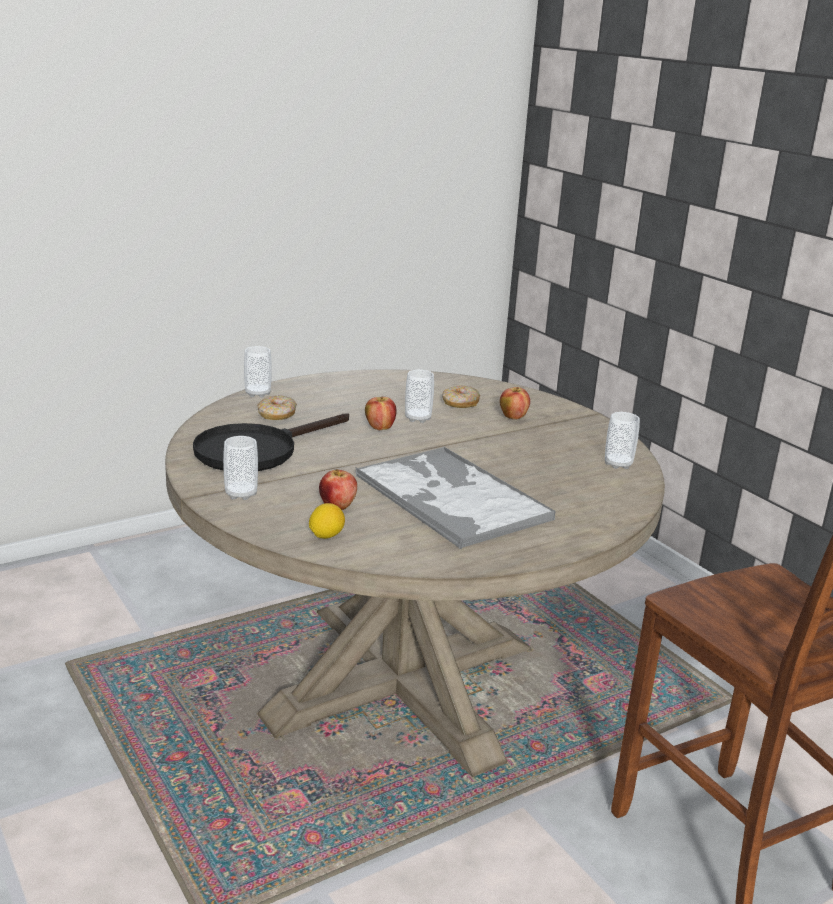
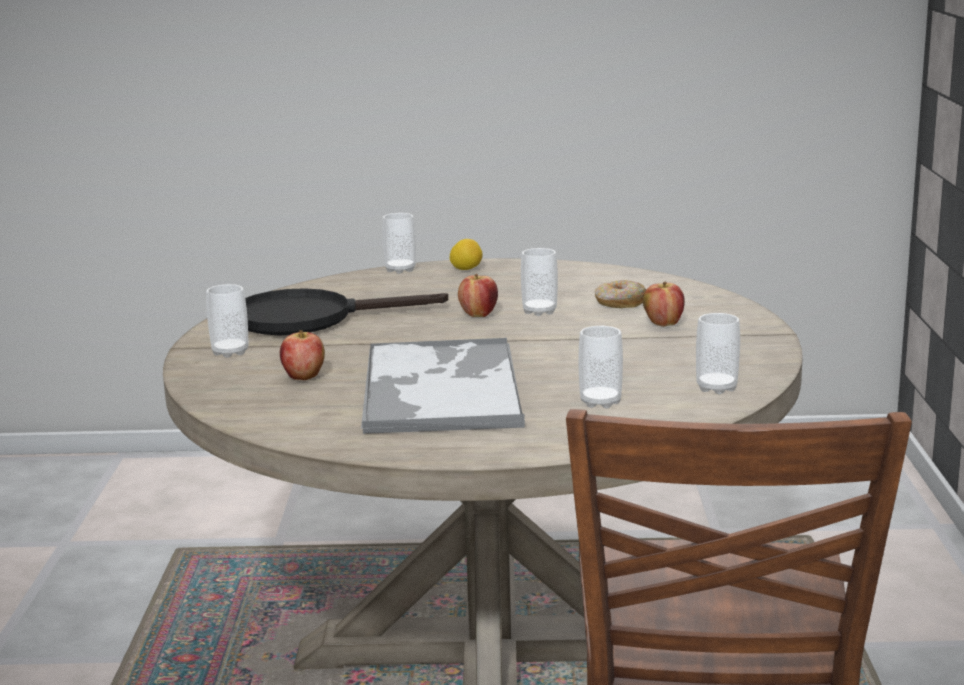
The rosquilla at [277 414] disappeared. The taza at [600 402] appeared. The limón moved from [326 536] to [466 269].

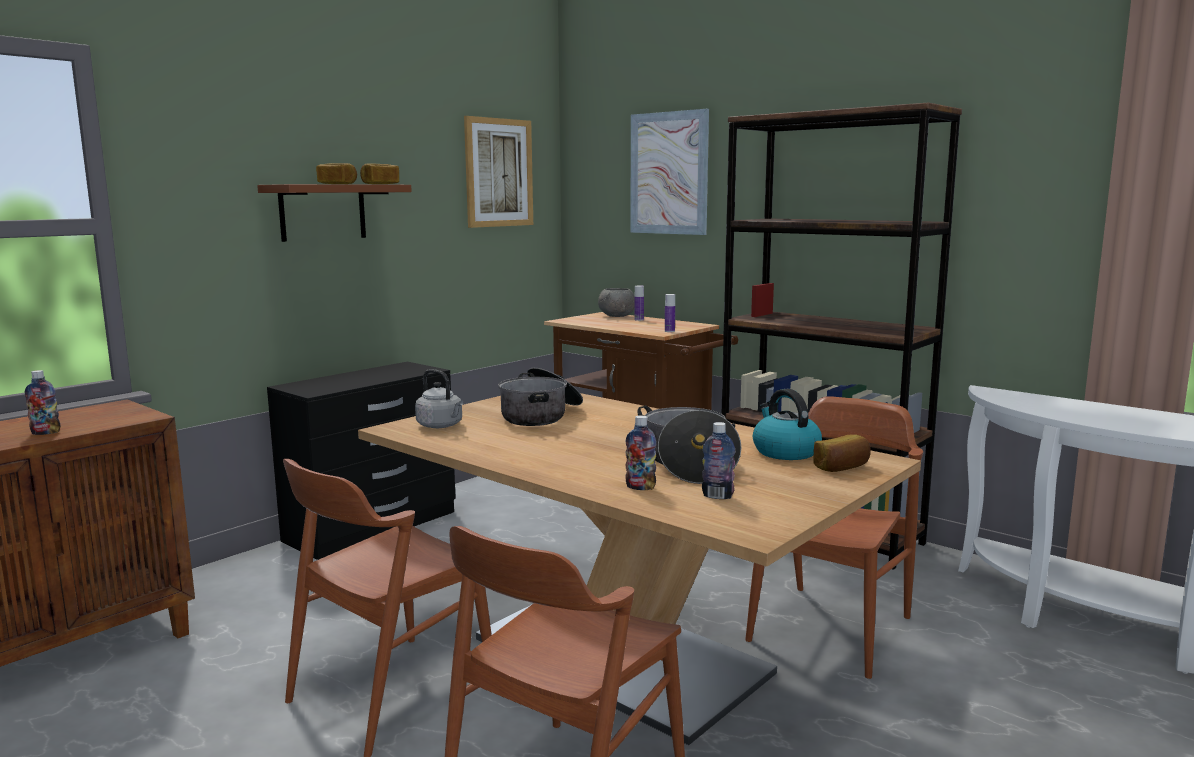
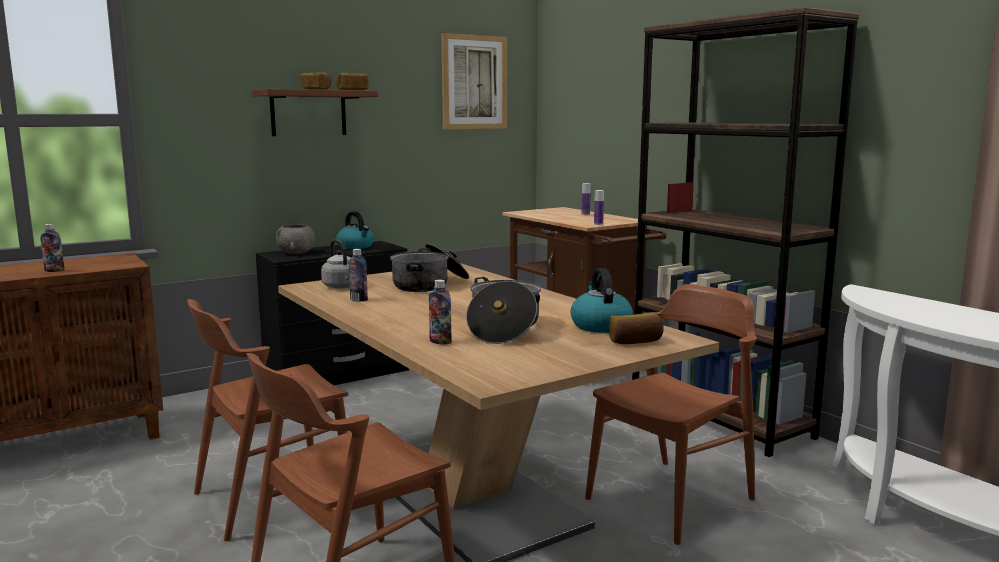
The cuadro at [669 173] disappeared. The hervidor at [356 246] appeared. The cuenco [gris] moved from [617 316] to [296 253]. The botella moved from [717 496] to [359 300].

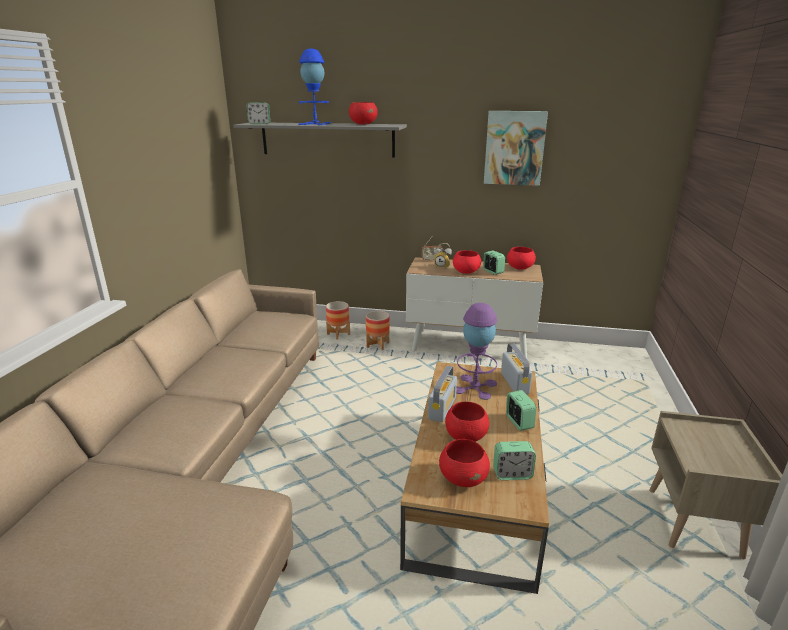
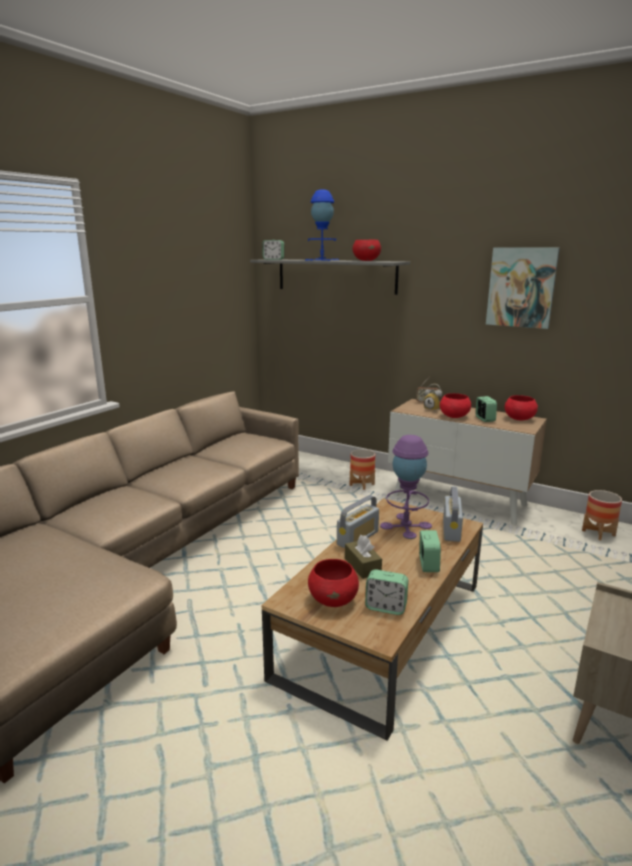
The maceta moved from [338 334] to [598 533]. The cuenco [rojo] at [465 436] was replaced by the caja de pañuelos [marrón] at [362 566].

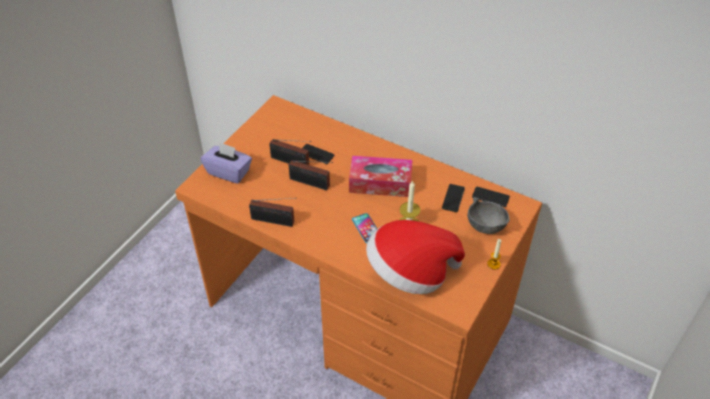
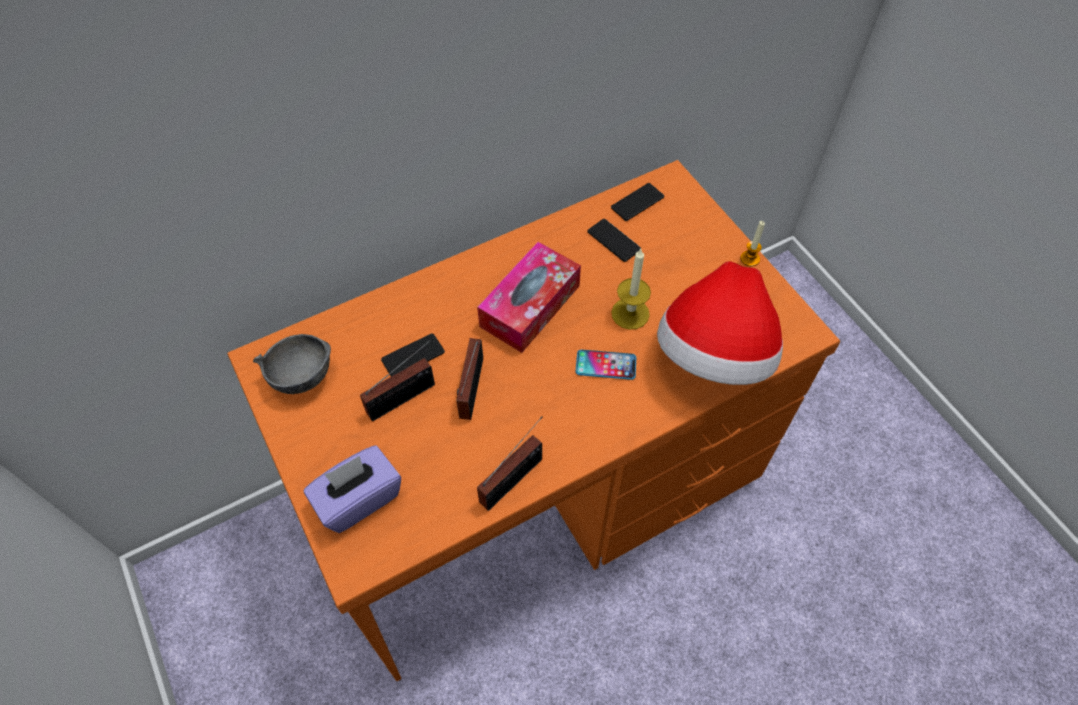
The cuenco [gris] moved from [486 226] to [301 375]. The radio at [311 183] turned 135 degrees clockwise.

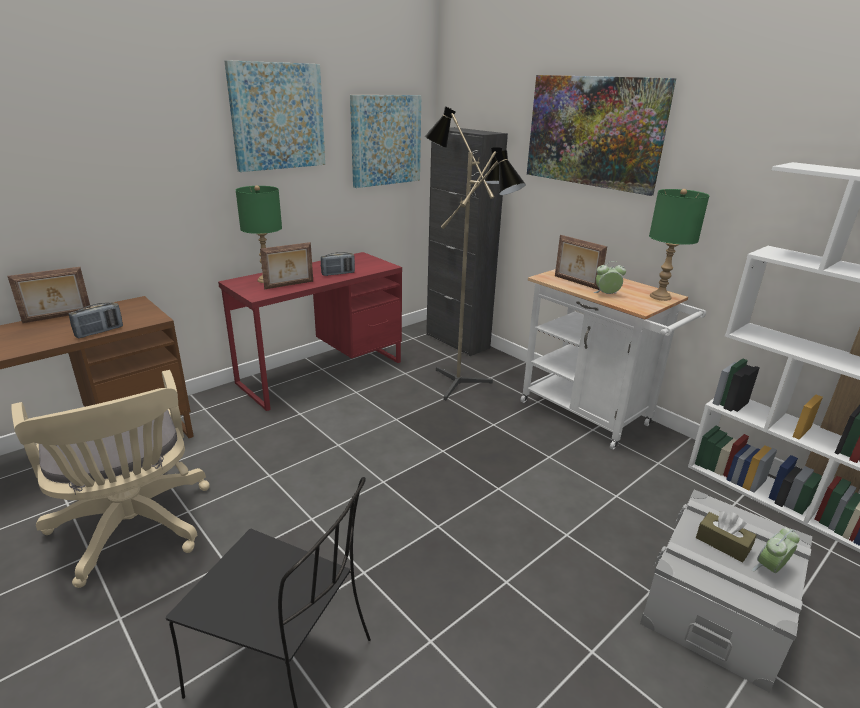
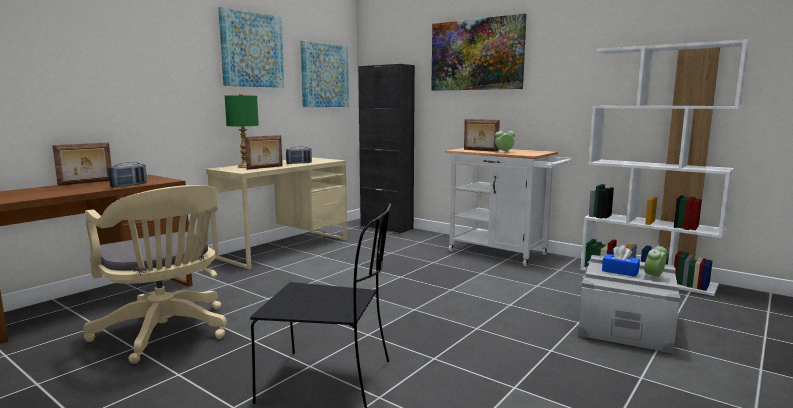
The lámpara de pie at [462 381] disappeared. The lámpara de mesa [verde] at [660 296] disappeared. The escritorio [rojo] at [322 372] became the escritorio [beis] at [285 248]. The caja de pañuelos [marrón] at [722 543] became the caja de pañuelos [azul] at [620 271].

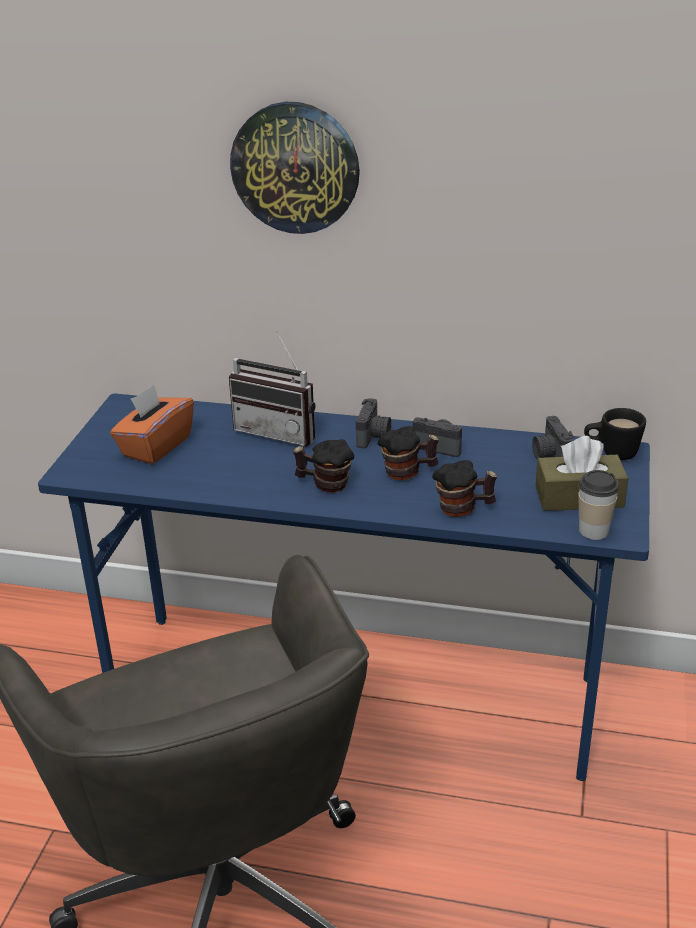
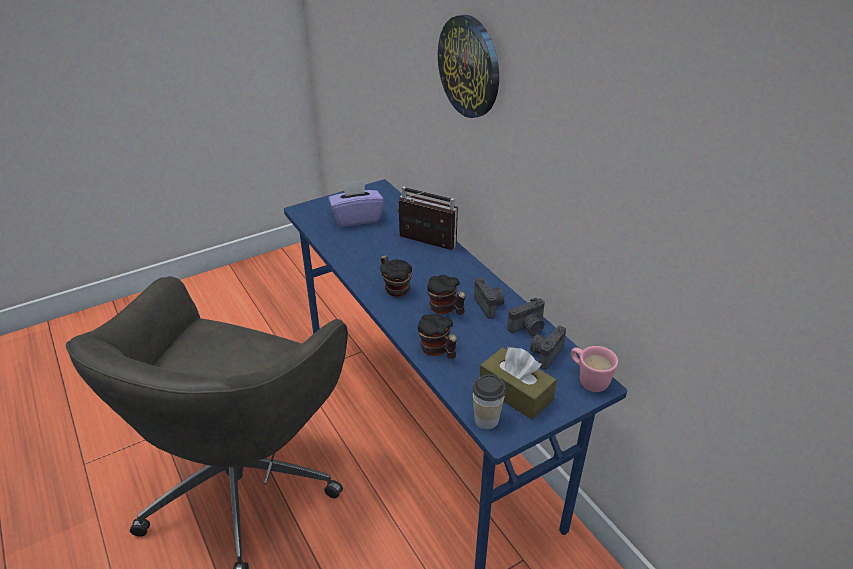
The cámara moved from [374 436] to [528 328]. The caja de pañuelos [naranja] at [155 446] became the caja de pañuelos [morado] at [356 218]. The taza grande [negro] at [611 453] became the taza grande [rosa] at [588 379]. The radio at [280 431] turned 135 degrees clockwise.

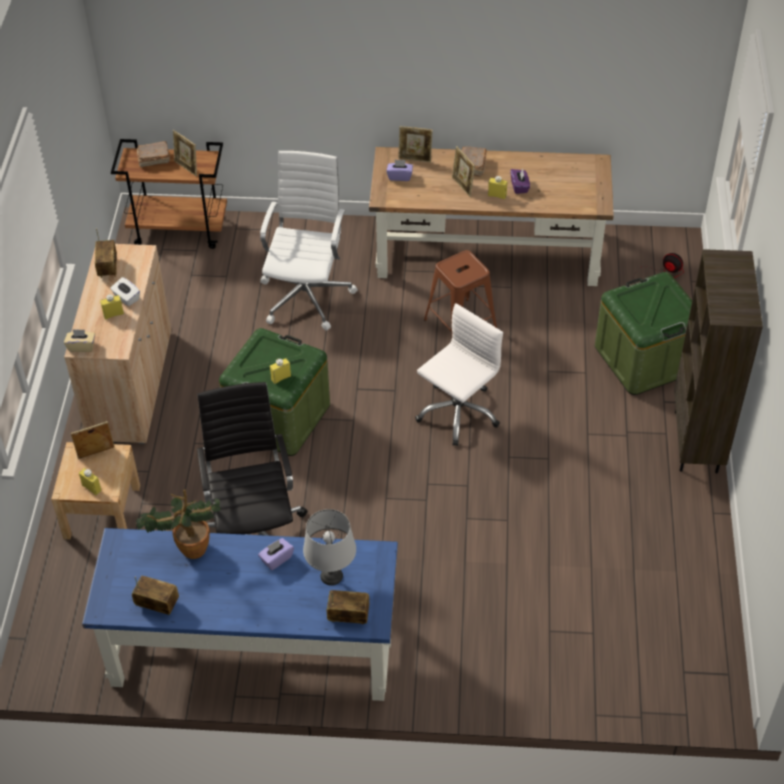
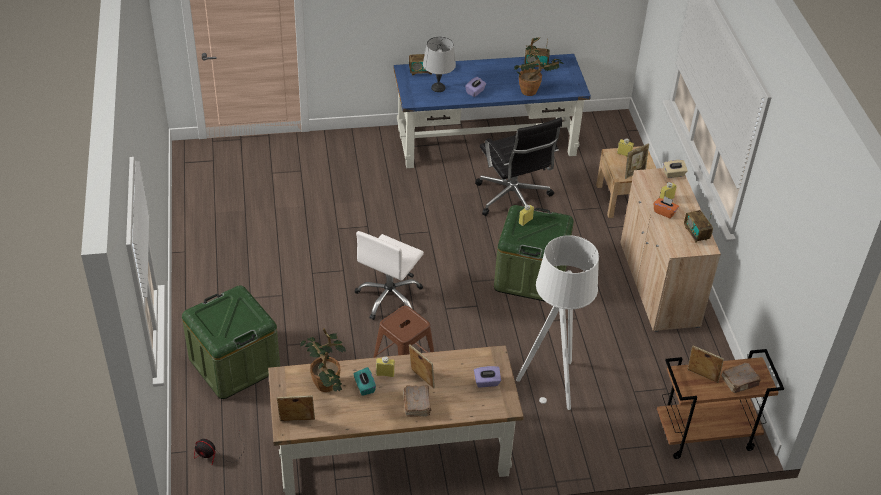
The estantería [marrón] at [697 442] disappeared. The planta en maceta at [326 388] appeared. The portarretratos moved from [415 159] to [297 421]. The silla de oficina [blanco] at [307 294] was replaced by the lámpara de pie [blanco] at [551 383]. The caja de pañuelos [blanco] at [126 298] became the caja de pañuelos [naranja] at [664 212]. The caja de pañuelos [morado] at [519 187] became the caja de pañuelos [turquesa] at [364 387].

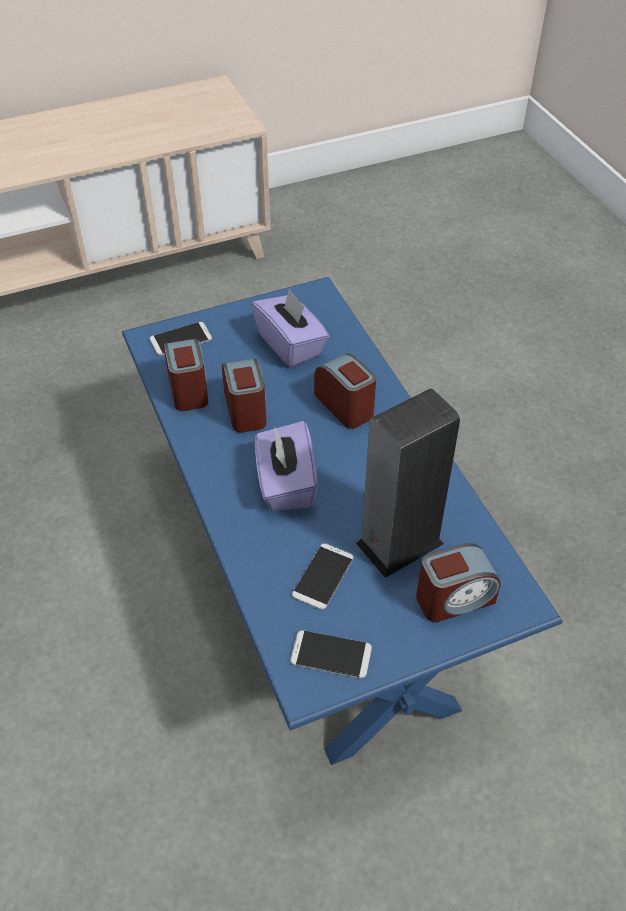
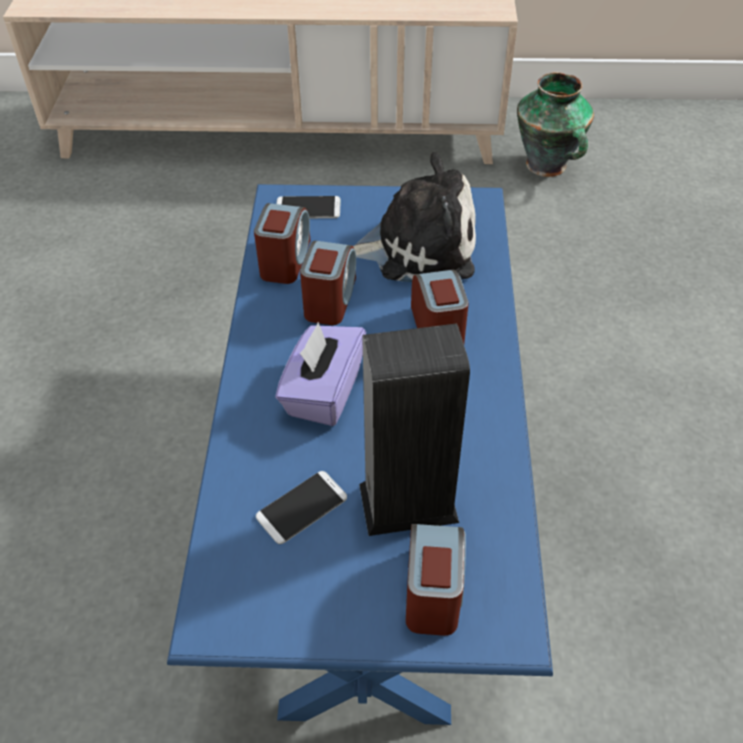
The móvil at [331 655] disappeared. The florero at [547 166] appeared. The caja de pañuelos [morado] at [291 345] was replaced by the peluche at [417 247]. The despertador at [454 598] turned 90 degrees counterclockwise.

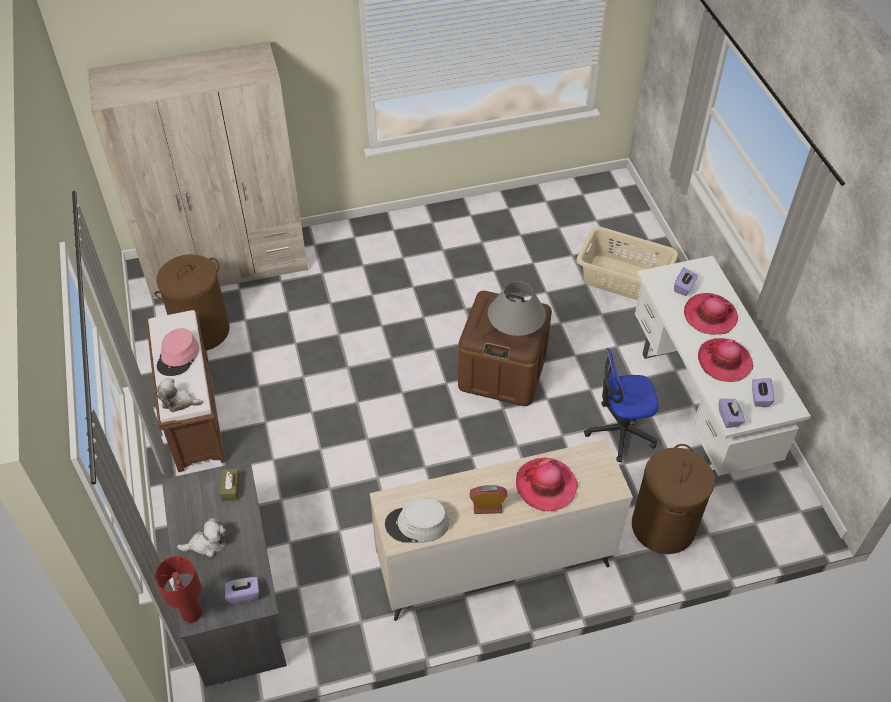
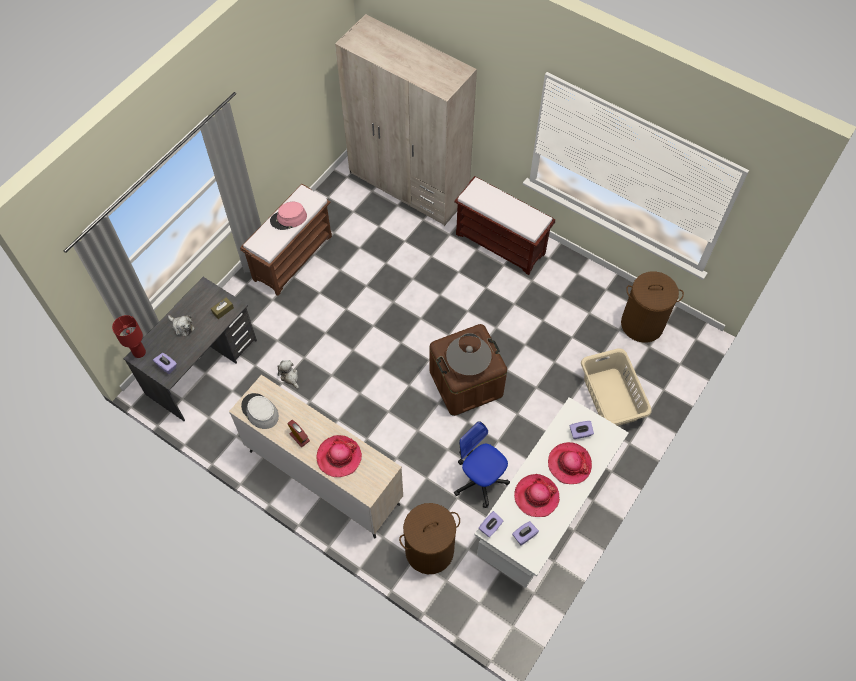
The banco [marrón] at [501 244] appeared. The cesto de la ropa [marrón] moved from [202 331] to [642 324]. The peluche moved from [179 402] to [290 377].

